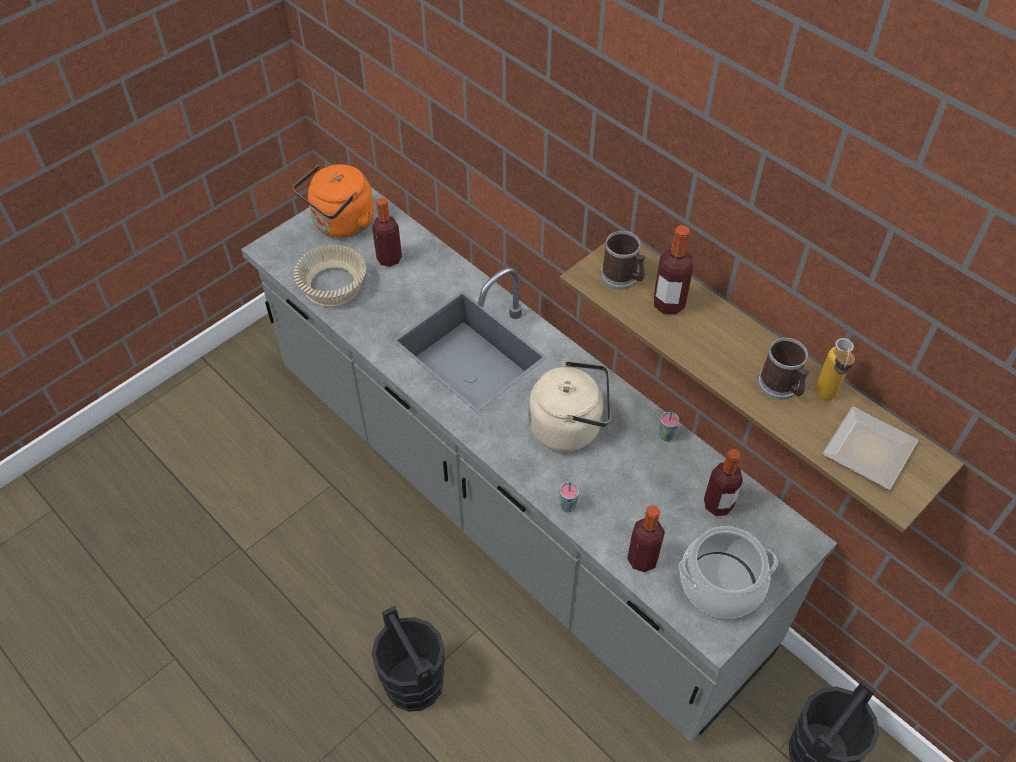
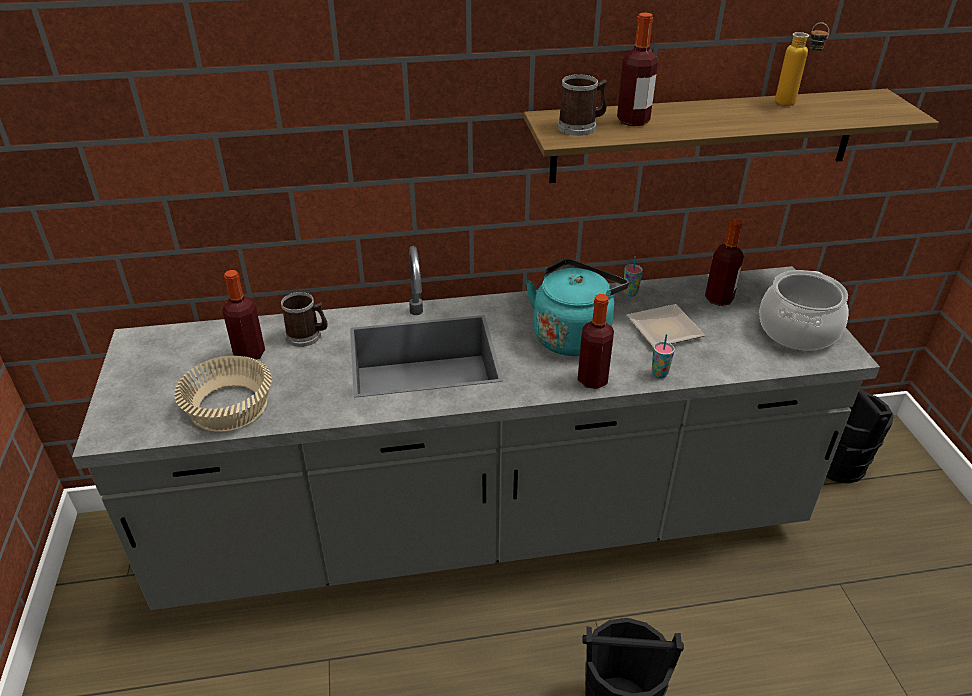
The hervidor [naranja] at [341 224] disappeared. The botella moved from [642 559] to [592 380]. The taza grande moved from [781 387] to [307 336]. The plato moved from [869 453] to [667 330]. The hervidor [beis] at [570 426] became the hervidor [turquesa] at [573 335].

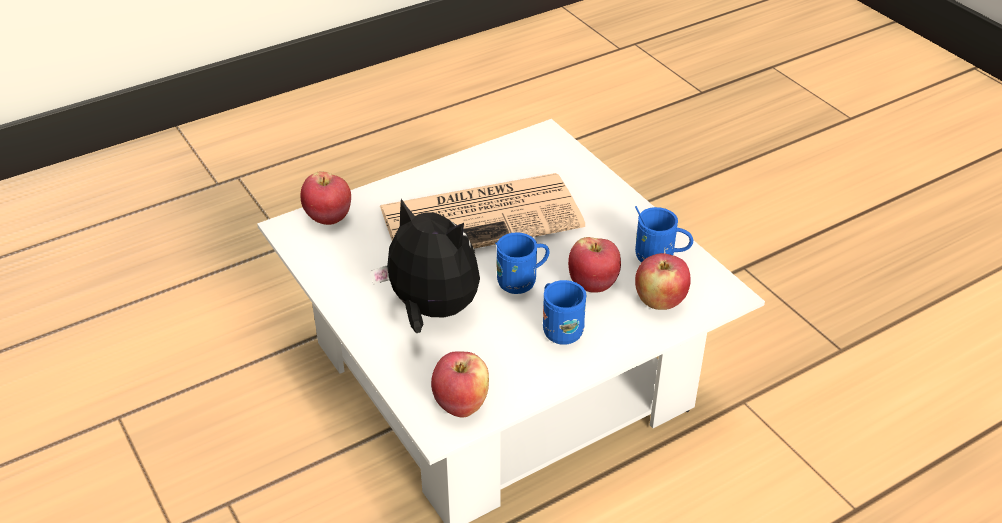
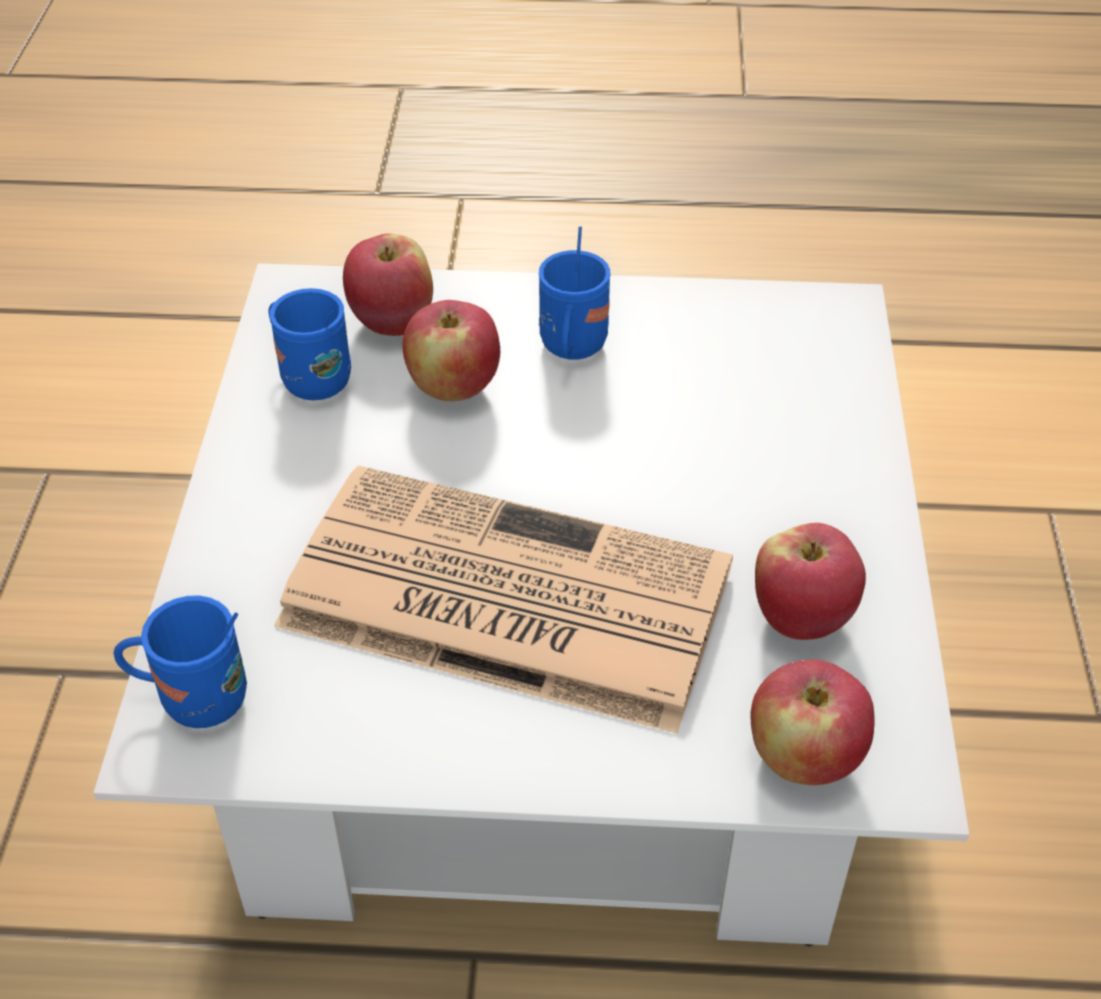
The peluche at [431 311] disappeared. The manzana moved from [460 404] to [801 618]. The taza grande [azul] moved from [522 282] to [192 699].

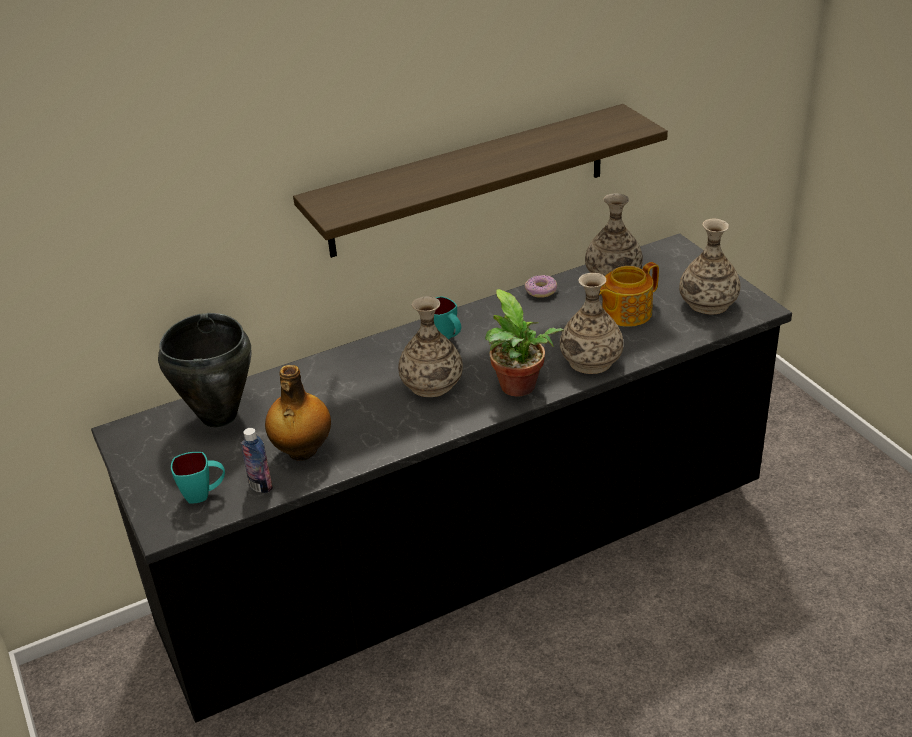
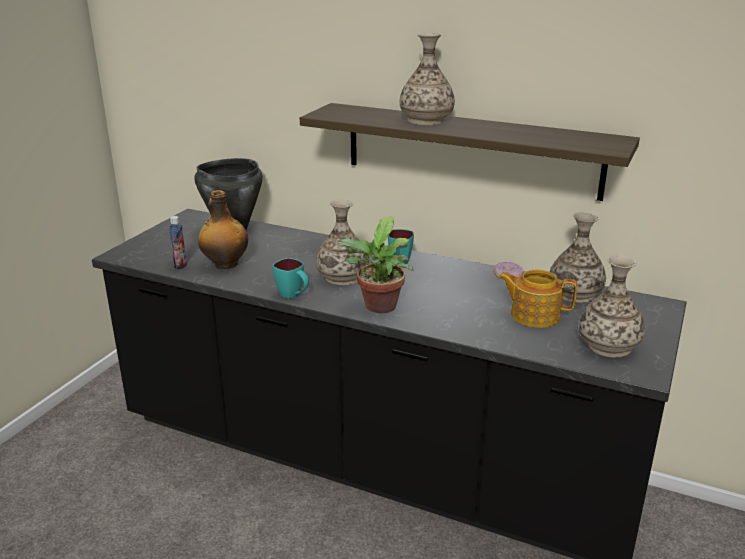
The taza grande [turquesa] moved from [204 494] to [293 296]. The florero moved from [590 361] to [426 120].

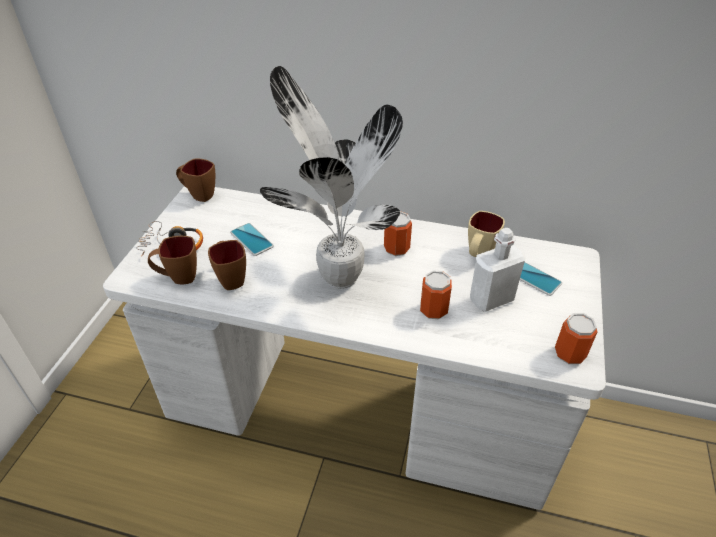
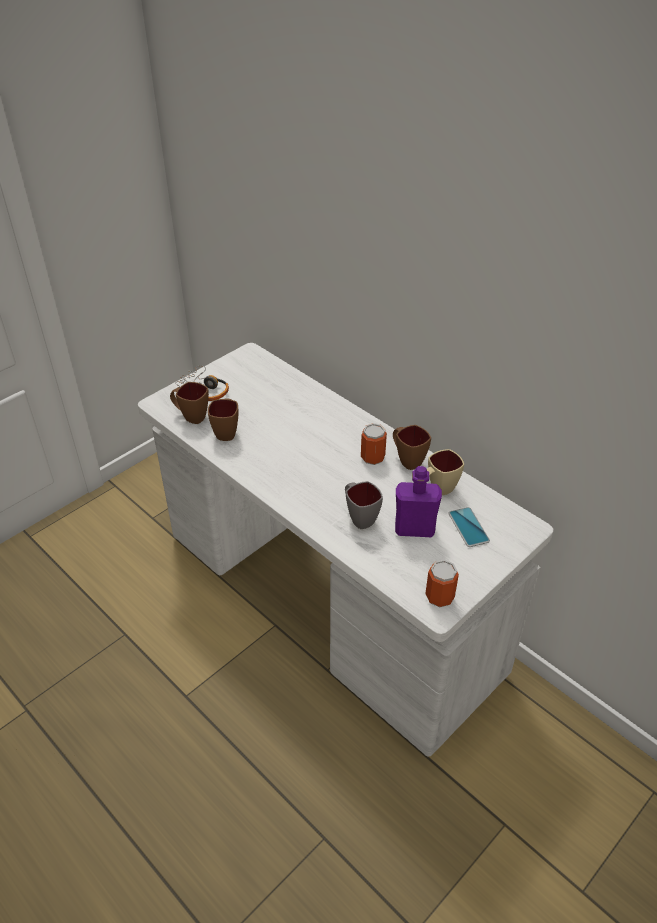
The móvil at [252 239] disappeared. The planta en maceta at [337 276] disappeared. The taza grande [marrón] moved from [199 195] to [407 460]. The lata at [433 310] was replaced by the taza grande [gris] at [359 517]. The botella [blanco] at [491 299] became the botella [morado] at [414 529].

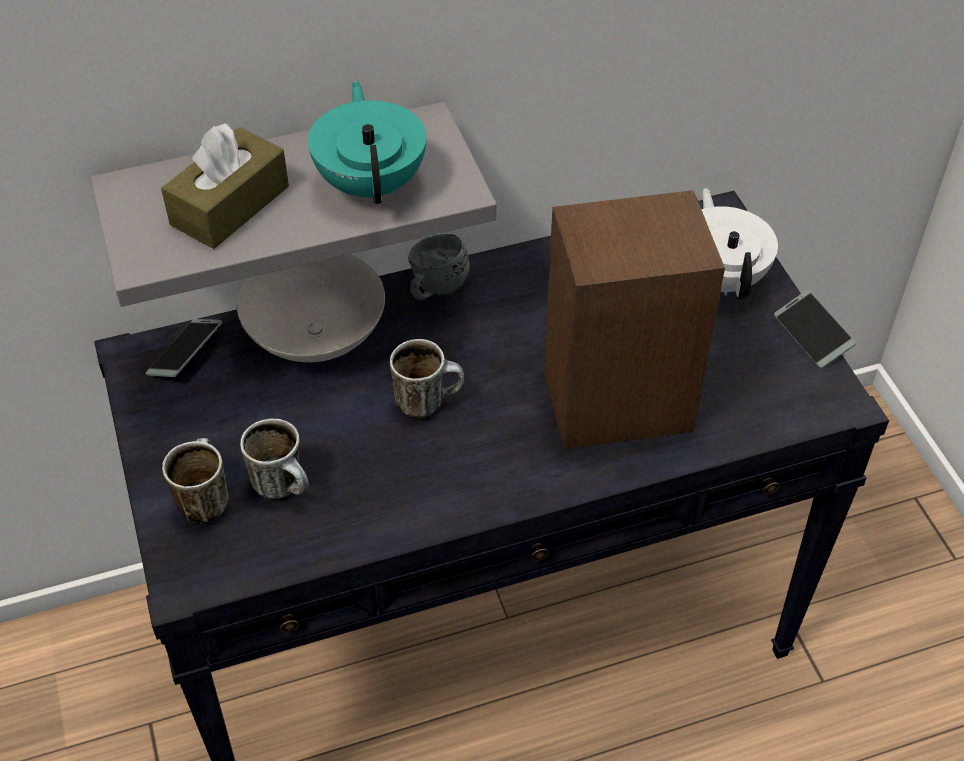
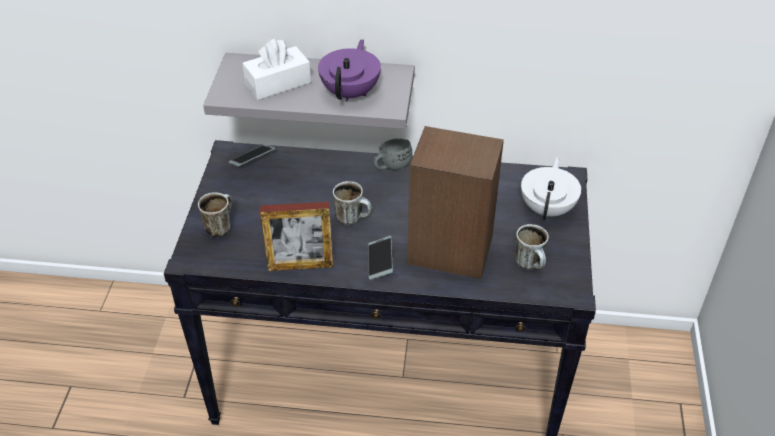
The cuenco [blanco] at [315 338] disappeared. The portarretratos at [300 265] appeared. The taza grande moved from [285 487] to [531 265]. The móvil moved from [812 335] to [380 261]. The caja de pañuelos [marrón] at [230 205] became the caja de pañuelos [blanco] at [278 83]. The tetera [turquesa] at [372 183] became the tetera [morado] at [351 92].

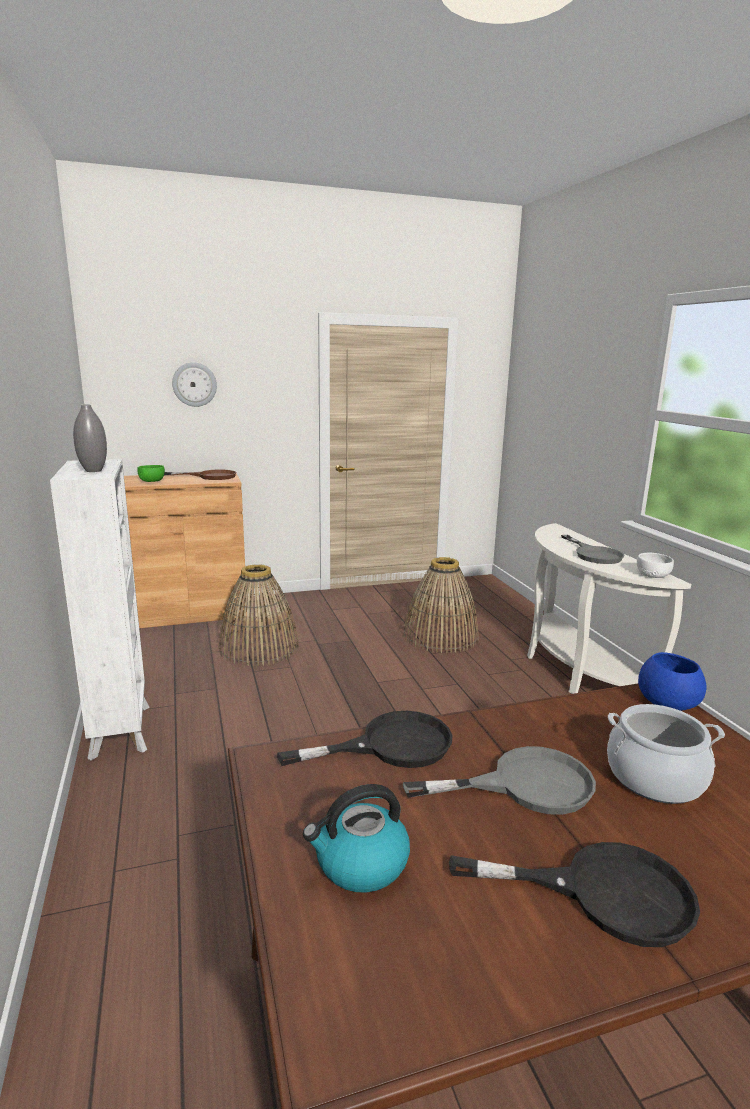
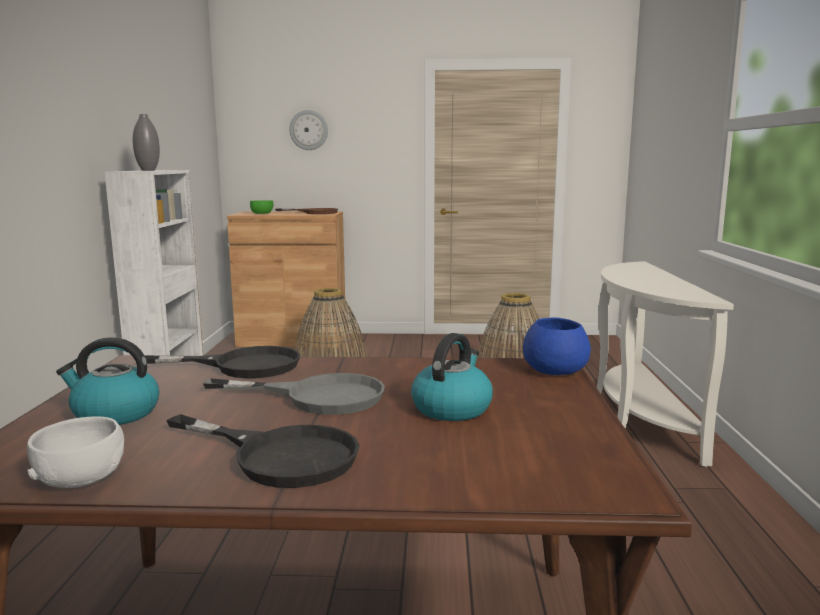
The sartén [gris] at [594 554] disappeared. The cuenco [blanco] moved from [652 575] to [81 477]. The olla at [655 778] was replaced by the hervidor at [452 408].

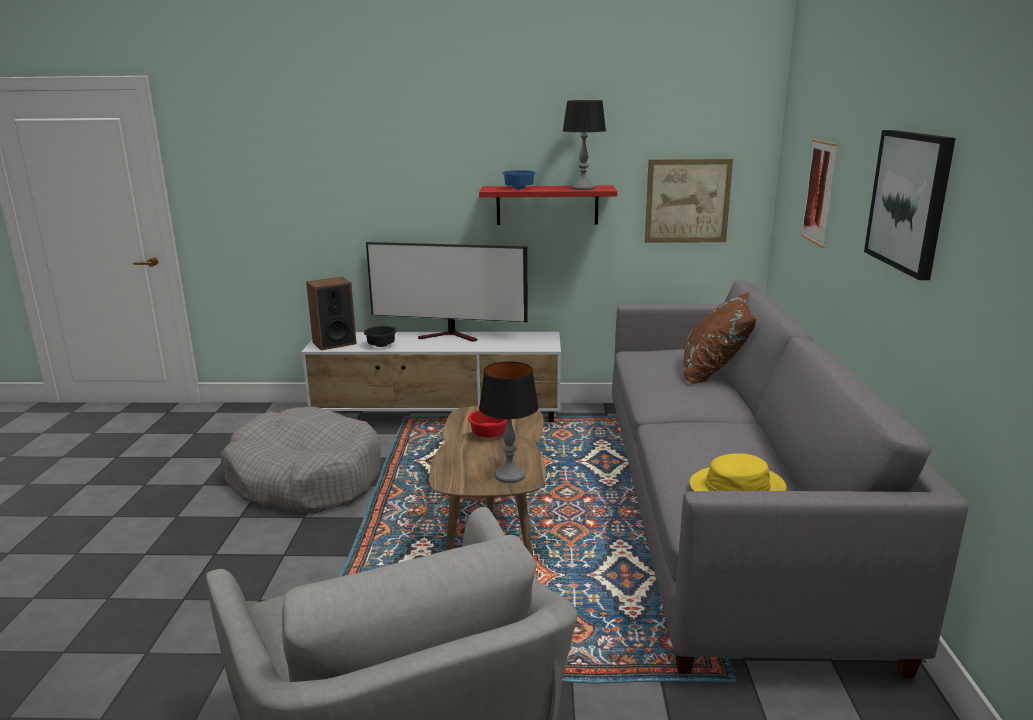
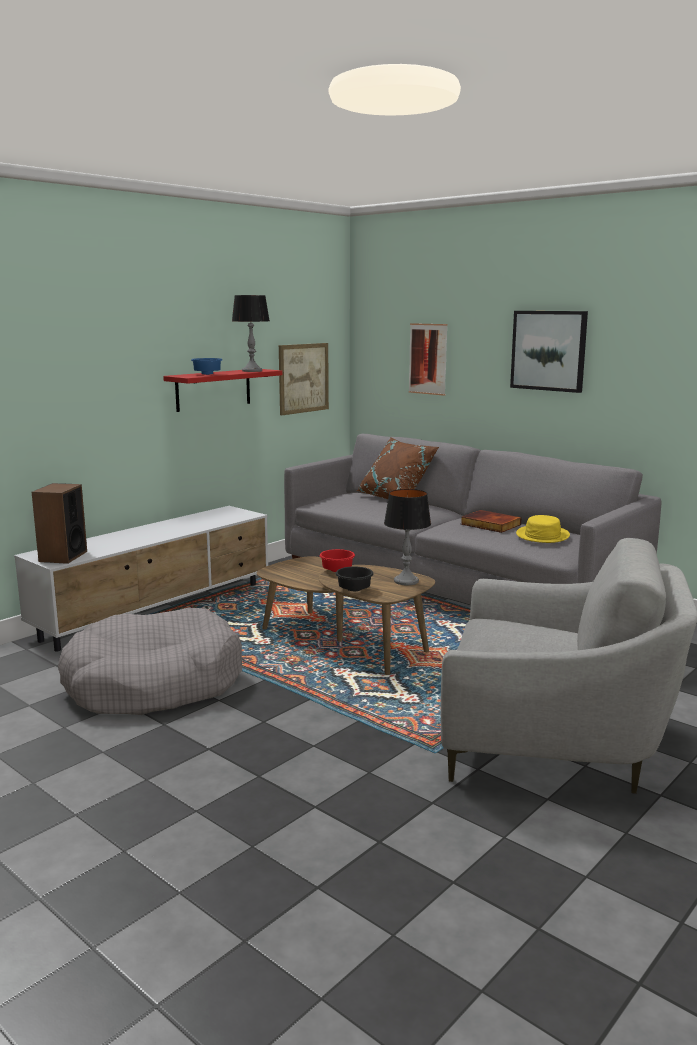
The televisor at [451 336] disappeared. The libro at [489 524] appeared. The cuenco [negro] moved from [381 346] to [355 590].

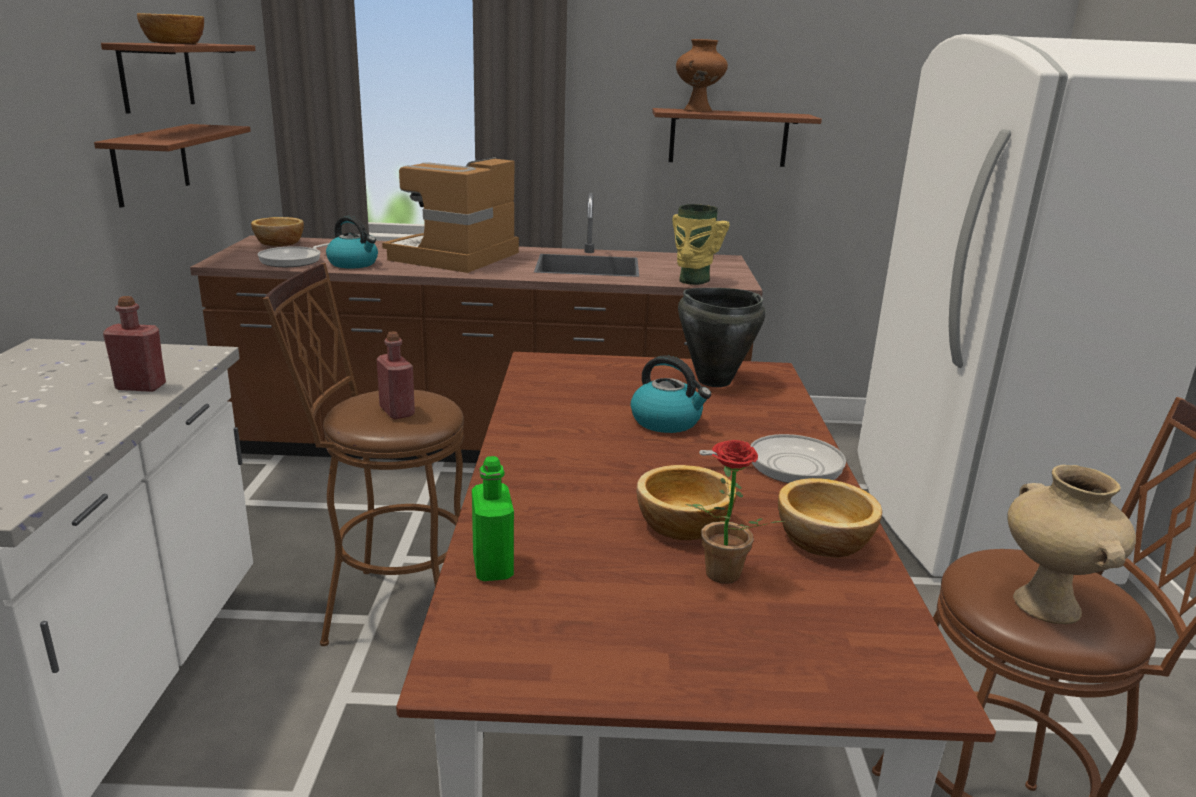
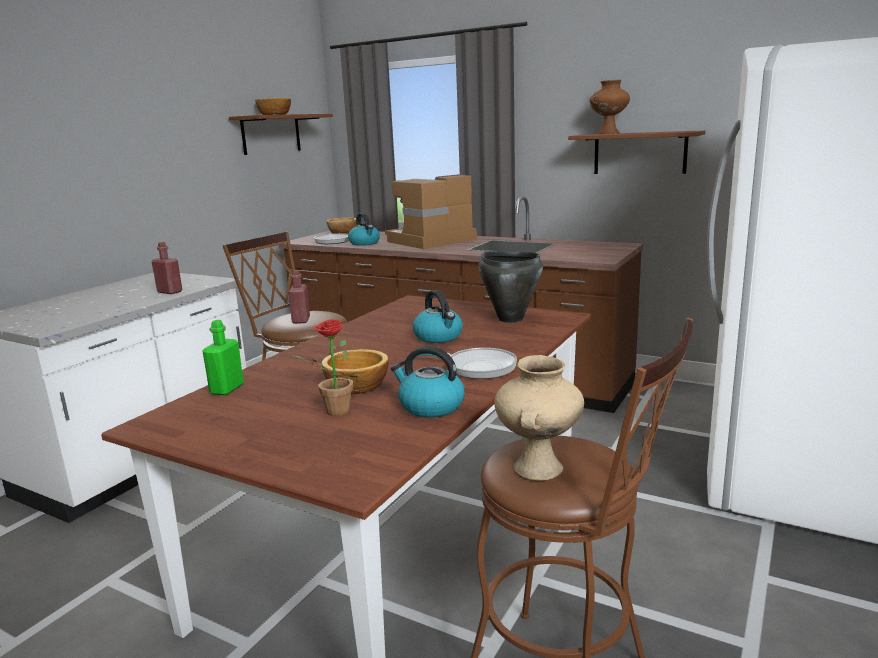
The estante [marrón] at [151 164] disappeared. The florero at [692 280] disappeared. The cuenco at [825 540] was replaced by the hervidor at [430 406].

